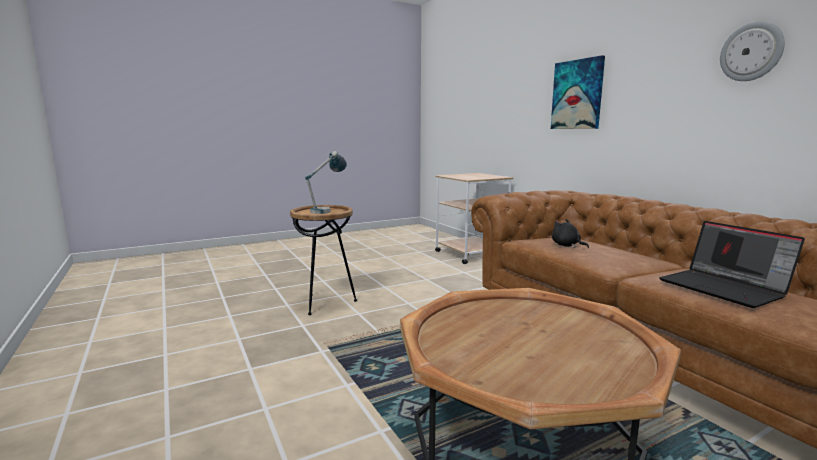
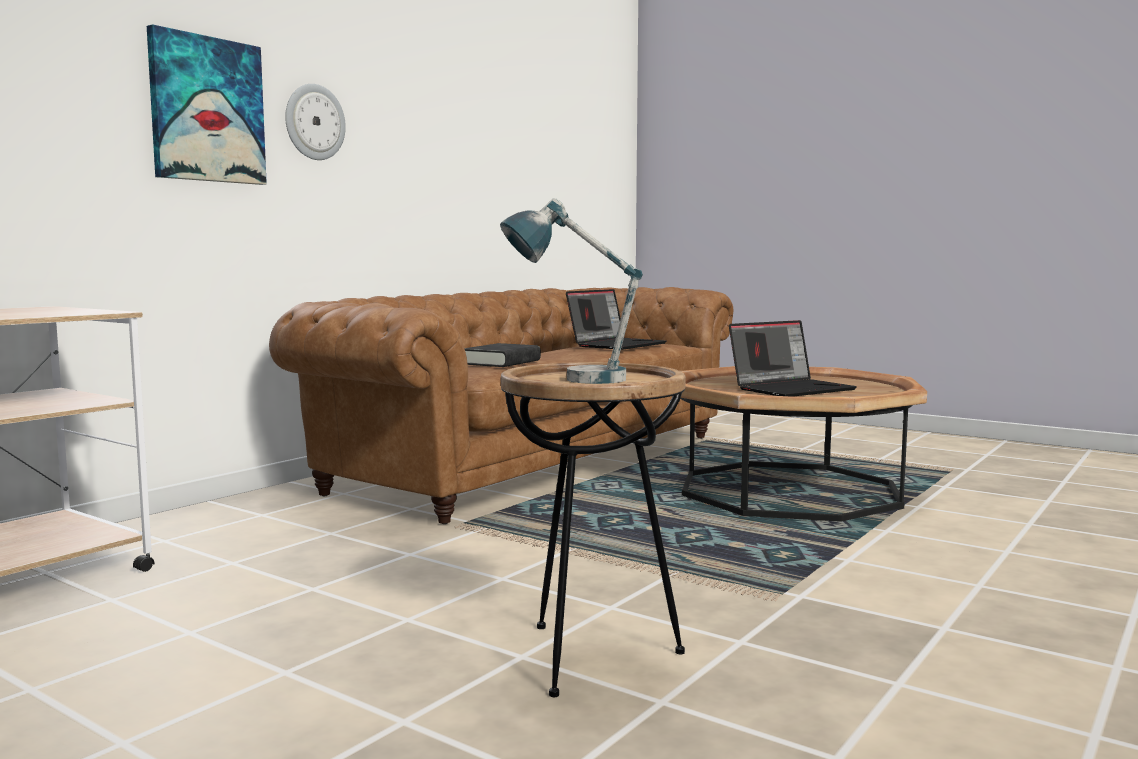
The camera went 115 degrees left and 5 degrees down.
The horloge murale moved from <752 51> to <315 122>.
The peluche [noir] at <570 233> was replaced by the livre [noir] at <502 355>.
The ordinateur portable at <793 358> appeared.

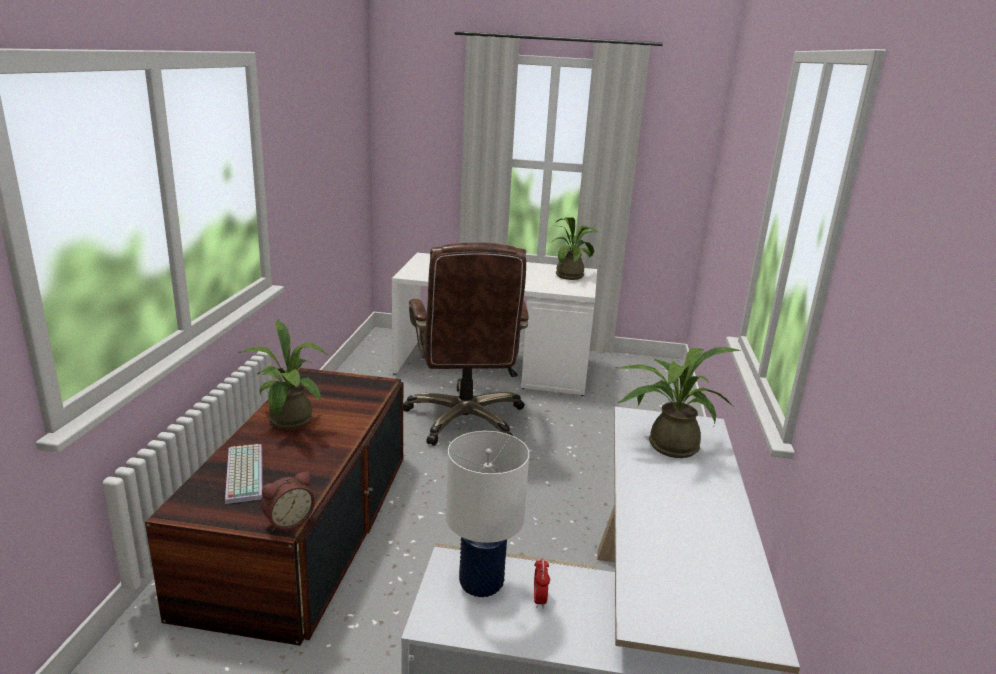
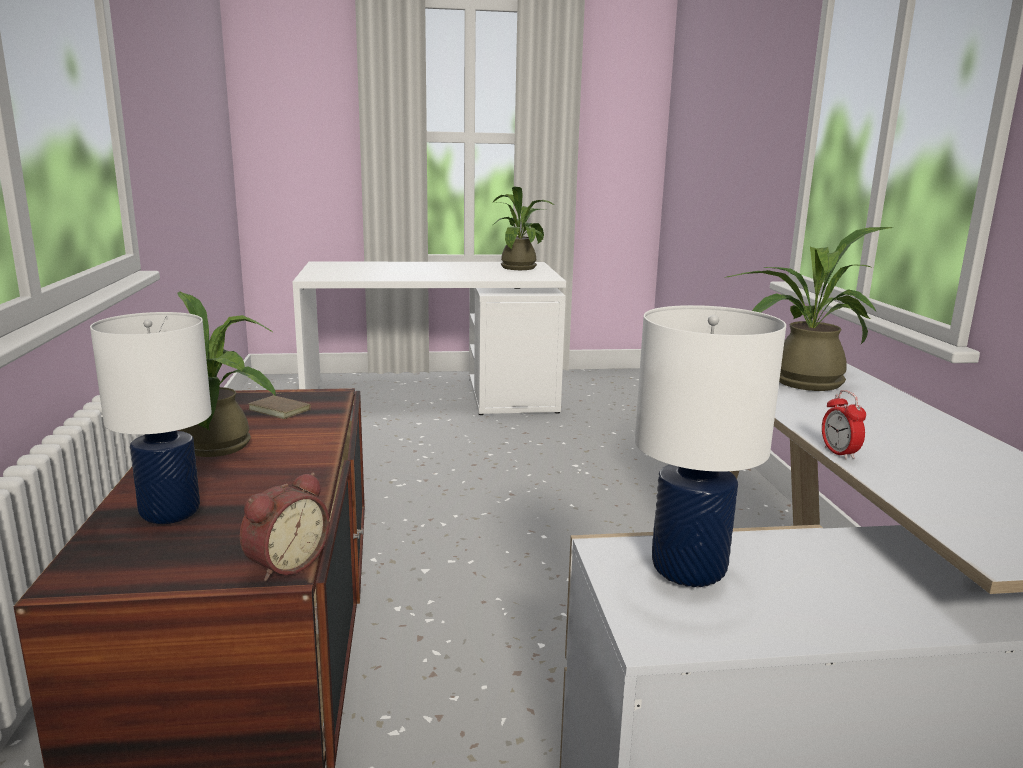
The camera went 15 degrees left and 5 degrees down.
The clavier at <244 474> was replaced by the lampe de table [blanc] at <151 418>.
The livre [marron] at <280 406> appeared.
The réveil moved from <542 582> to <844 425>.
The chaise de bureau [marron] at <466 344> disappeared.

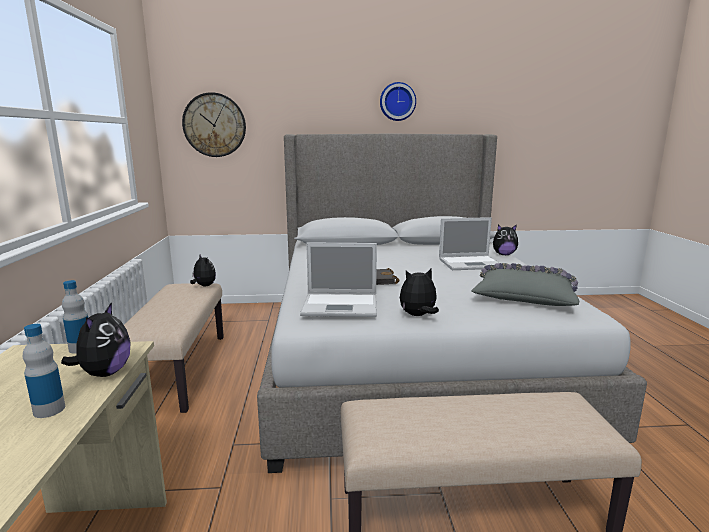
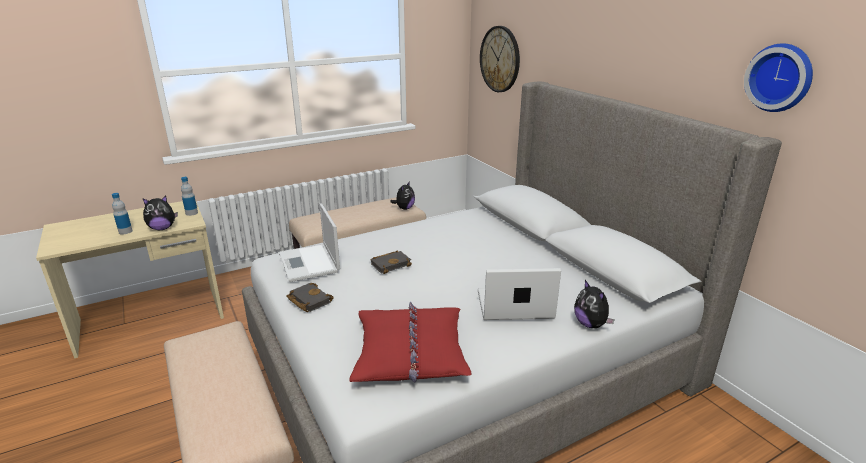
The camera went 65 degrees right and 10 degrees up.
The peluche at <419 292> was replaced by the livre [noir] at <310 297>.
The coussin [gris] at <526 284> became the coussin [rouge] at <410 342>.
The ordinateur portable at <469 243> turned 120 degrees clockwise.
The horloge murale moved from <398 101> to <778 77>.

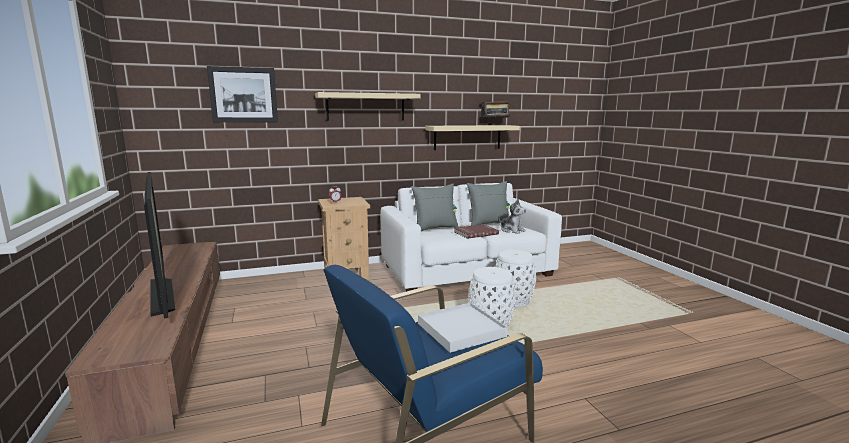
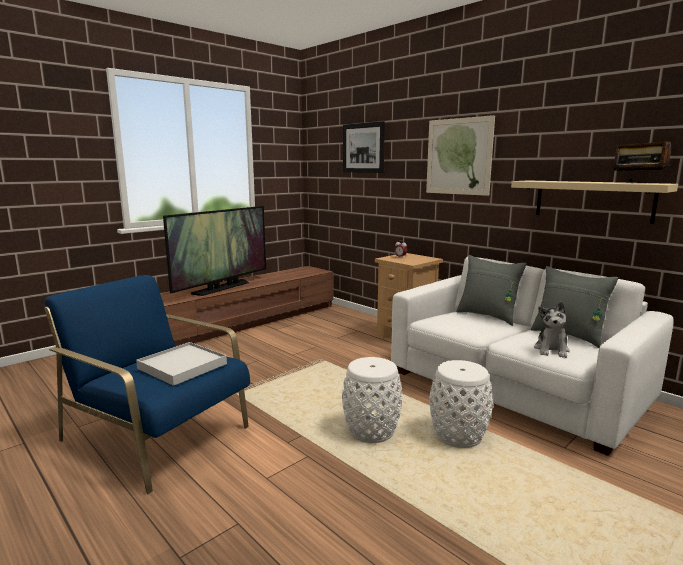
The camera went 65 degrees right and 0 degrees up.
The étagère [beige] at <368 106> was replaced by the tableau at <460 155>.
The livre [rouge] at <476 231> disappeared.

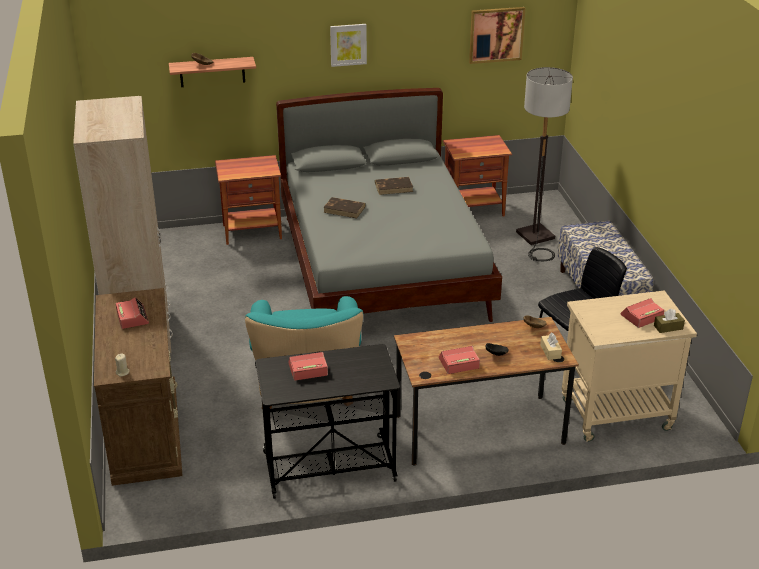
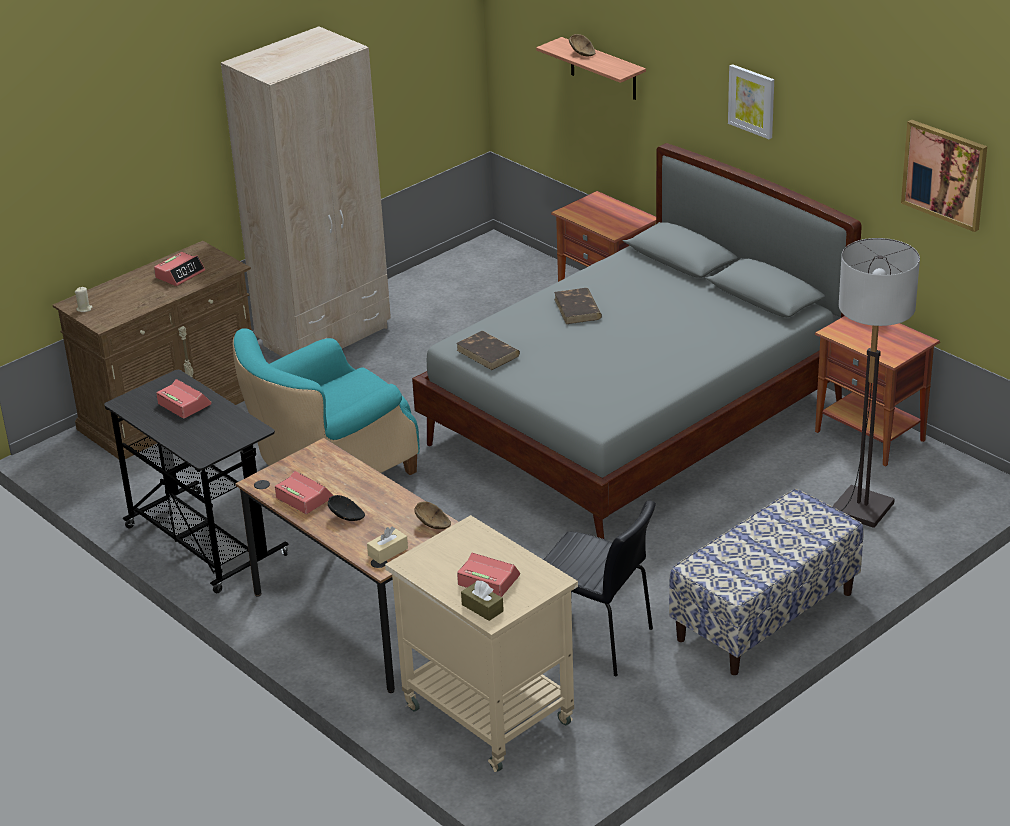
The camera went 60 degrees right and 0 degrees up.
The livre [marron] moved from <394 186> to <488 350>.

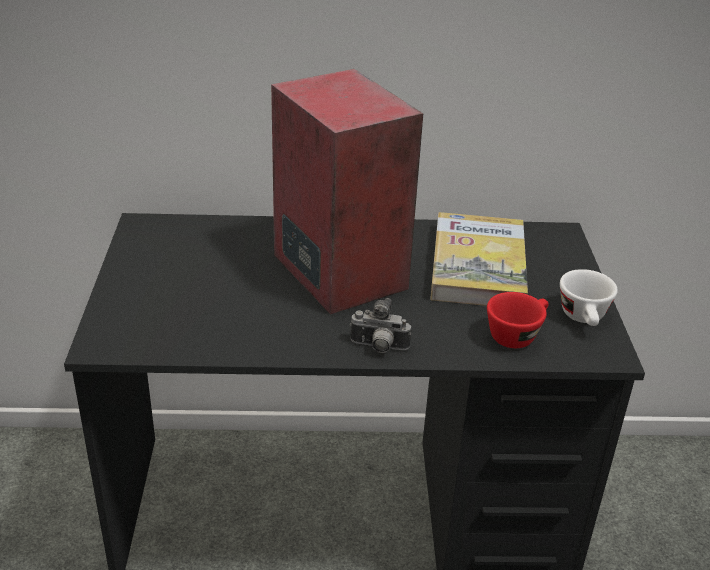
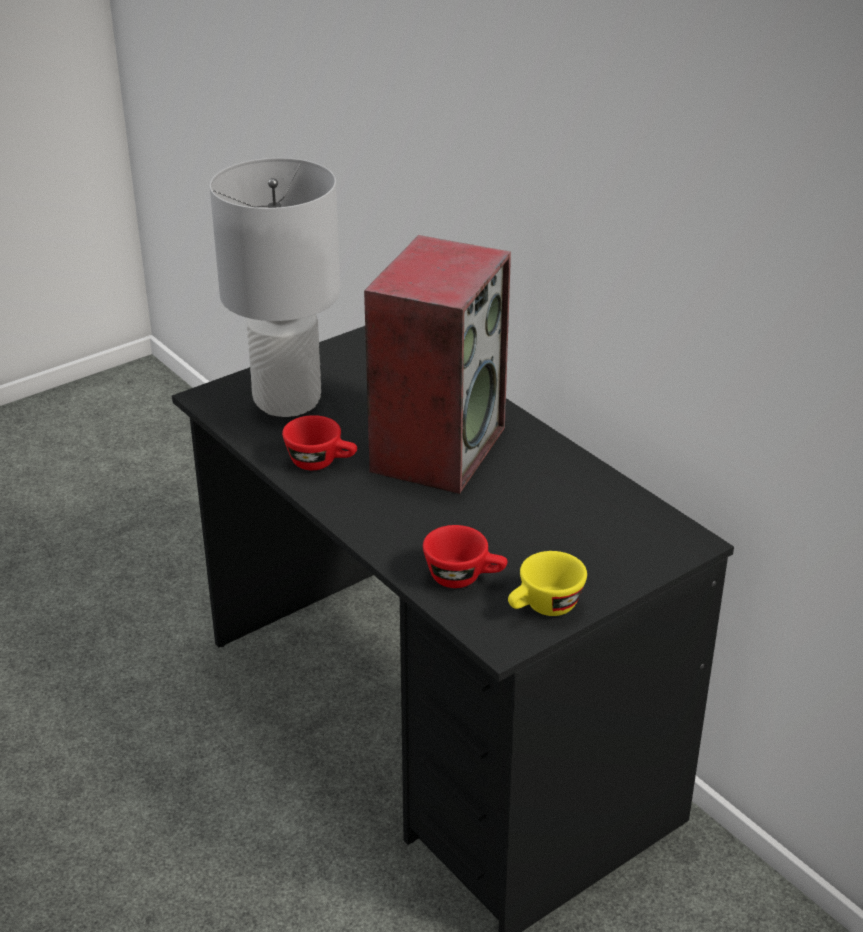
The camera went 55 degrees right and 0 degrees up.
The lampe de table [gris] at <275 287> appeared.
The tasse [rouge] at <319 442> appeared.
The tasse [blanc] at <589 297> became the tasse [jaune] at <547 583>.
The appareil photo at <380 325> disappeared.
The livre at <479 259> disappeared.

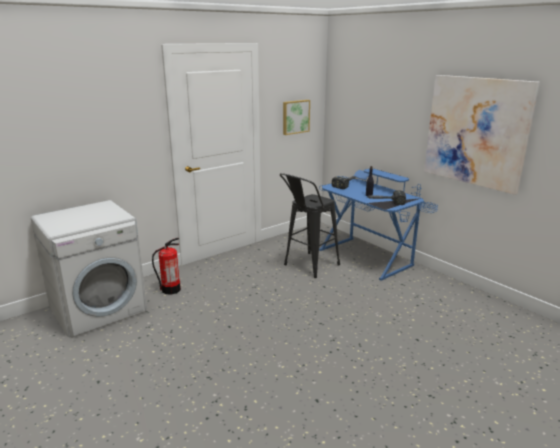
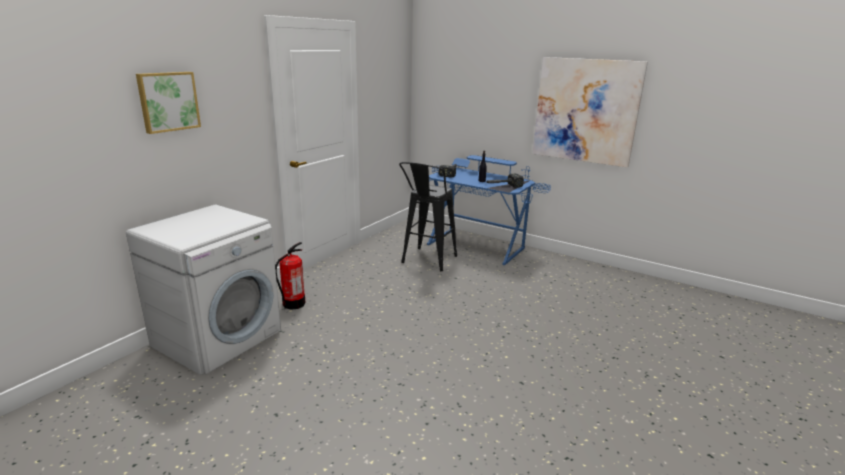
The camera went 20 degrees left and 0 degrees up.
The tableau moved from <296 117> to <168 103>.

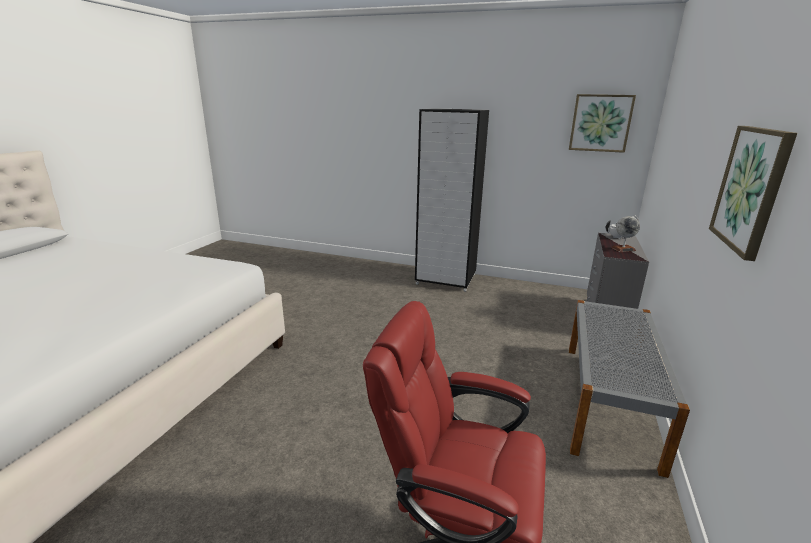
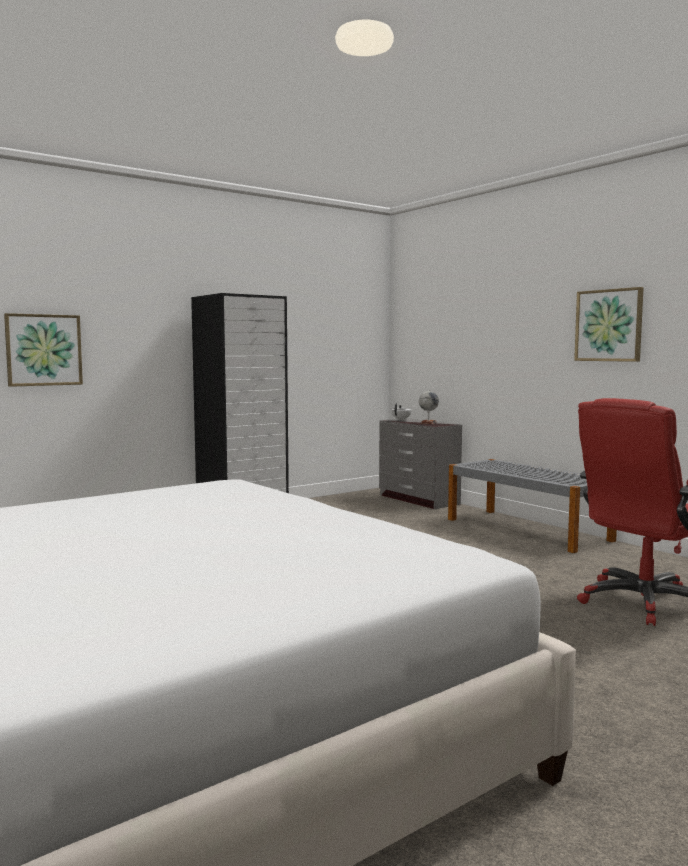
The camera went 55 degrees left and 15 degrees down.
The tableau moved from <602 123> to <43 350>.

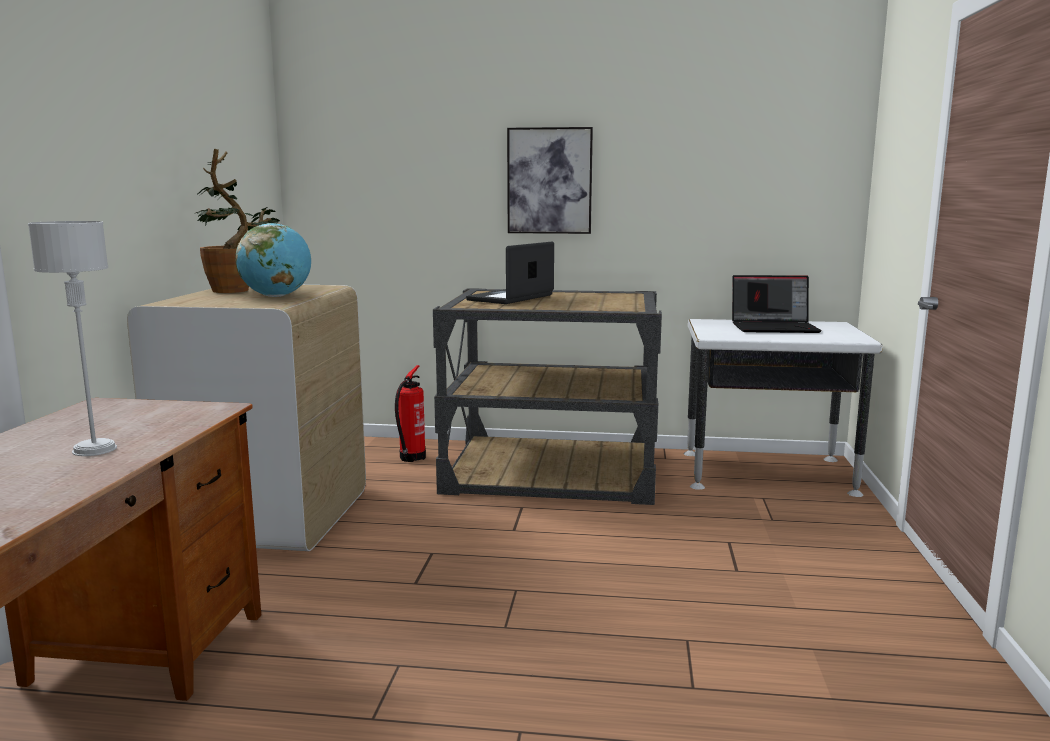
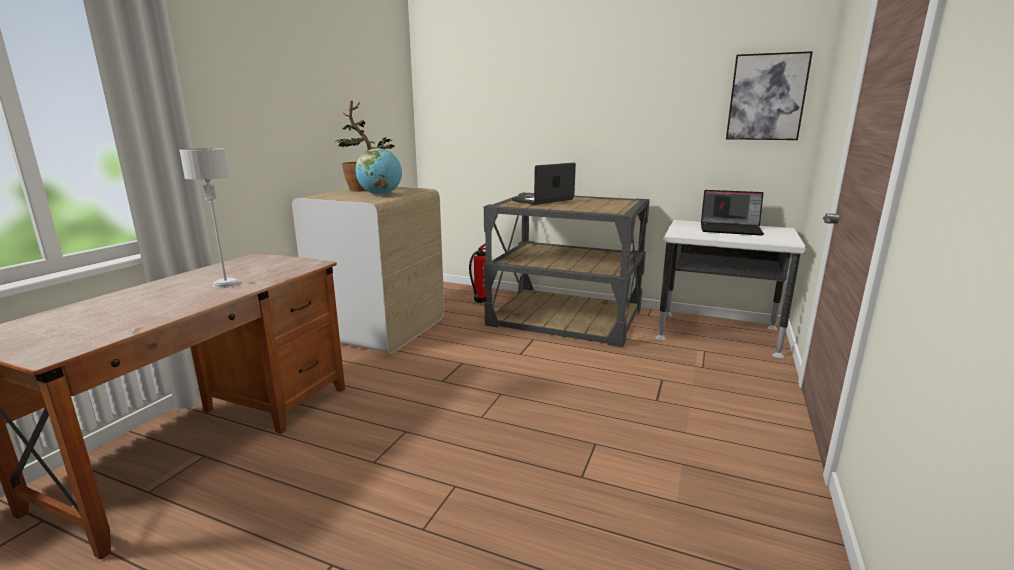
The camera went 15 degrees right and 5 degrees up.
The tableau moved from <550 180> to <769 95>.

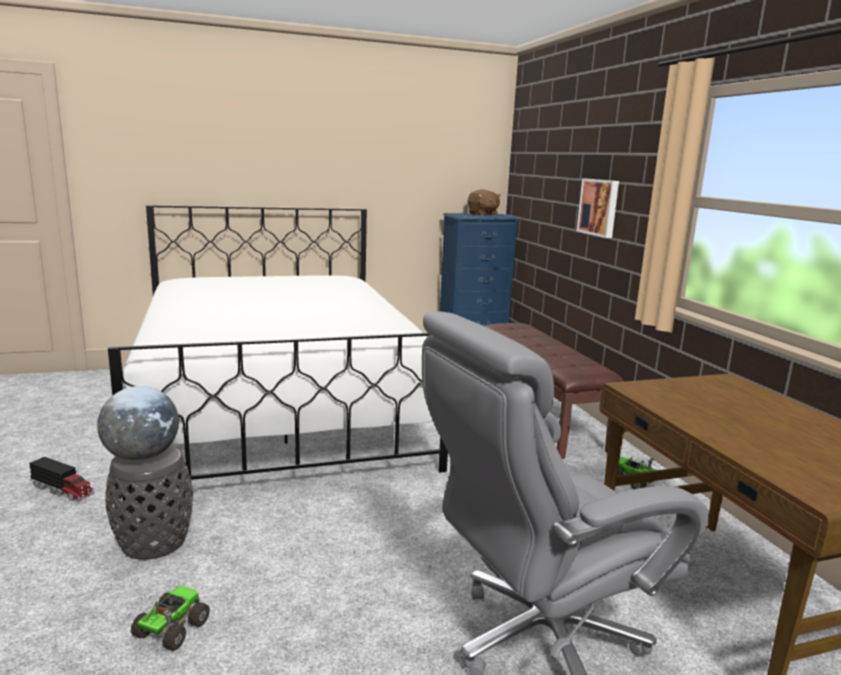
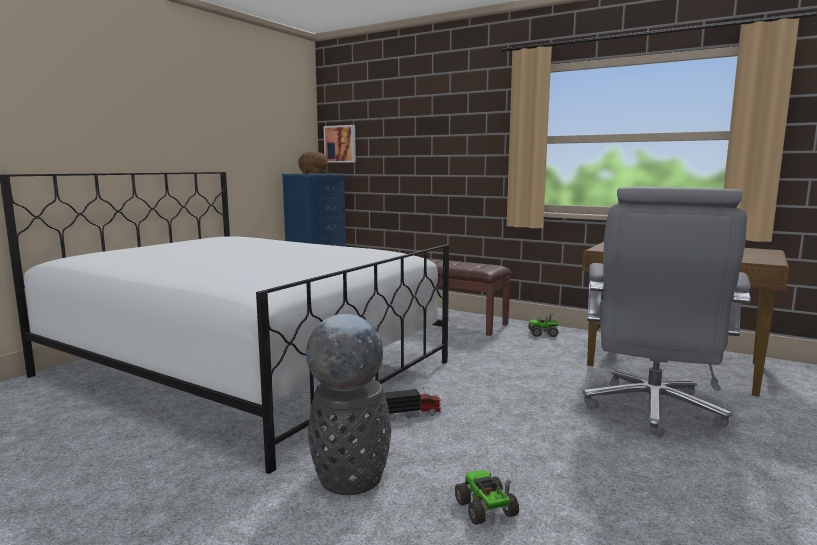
The camera went 40 degrees left and 5 degrees down.
The tableau moved from <598 208> to <339 144>.
The camion jouet moved from <62 479> to <413 404>.

